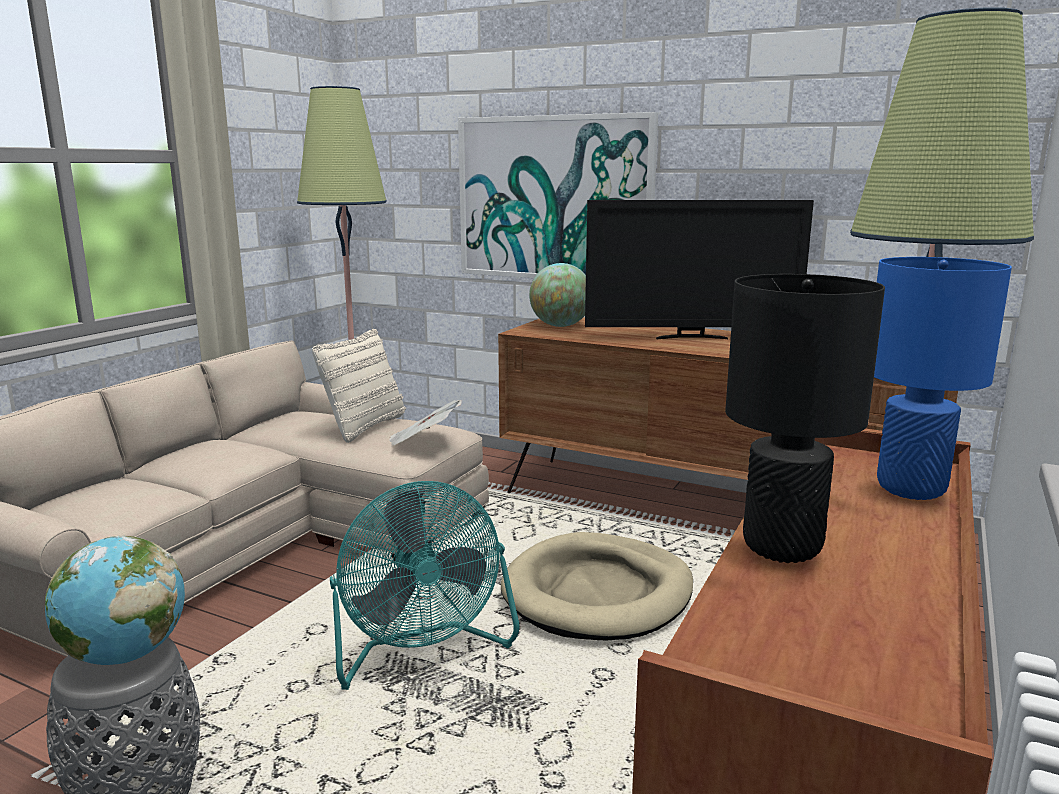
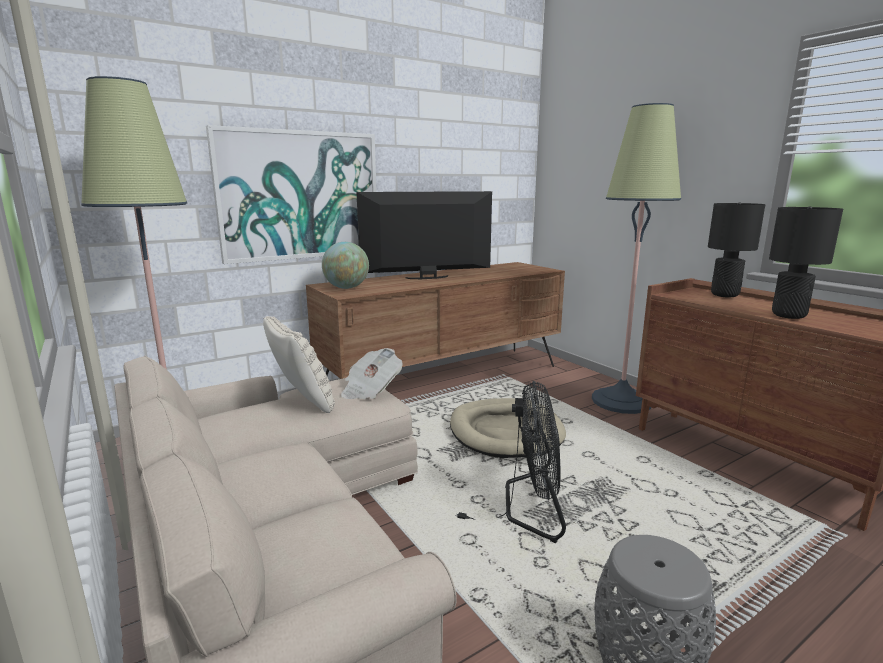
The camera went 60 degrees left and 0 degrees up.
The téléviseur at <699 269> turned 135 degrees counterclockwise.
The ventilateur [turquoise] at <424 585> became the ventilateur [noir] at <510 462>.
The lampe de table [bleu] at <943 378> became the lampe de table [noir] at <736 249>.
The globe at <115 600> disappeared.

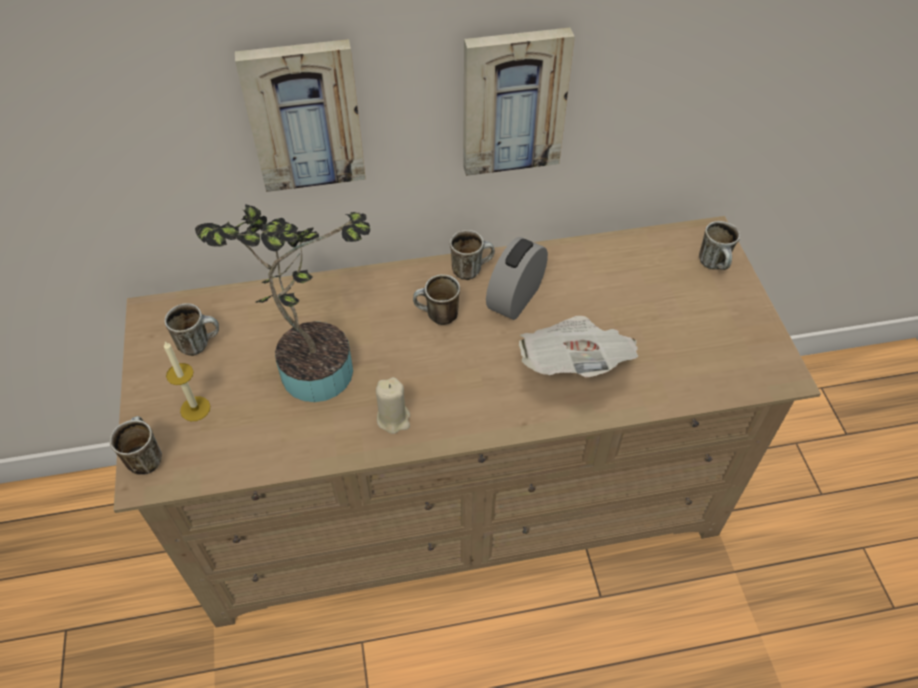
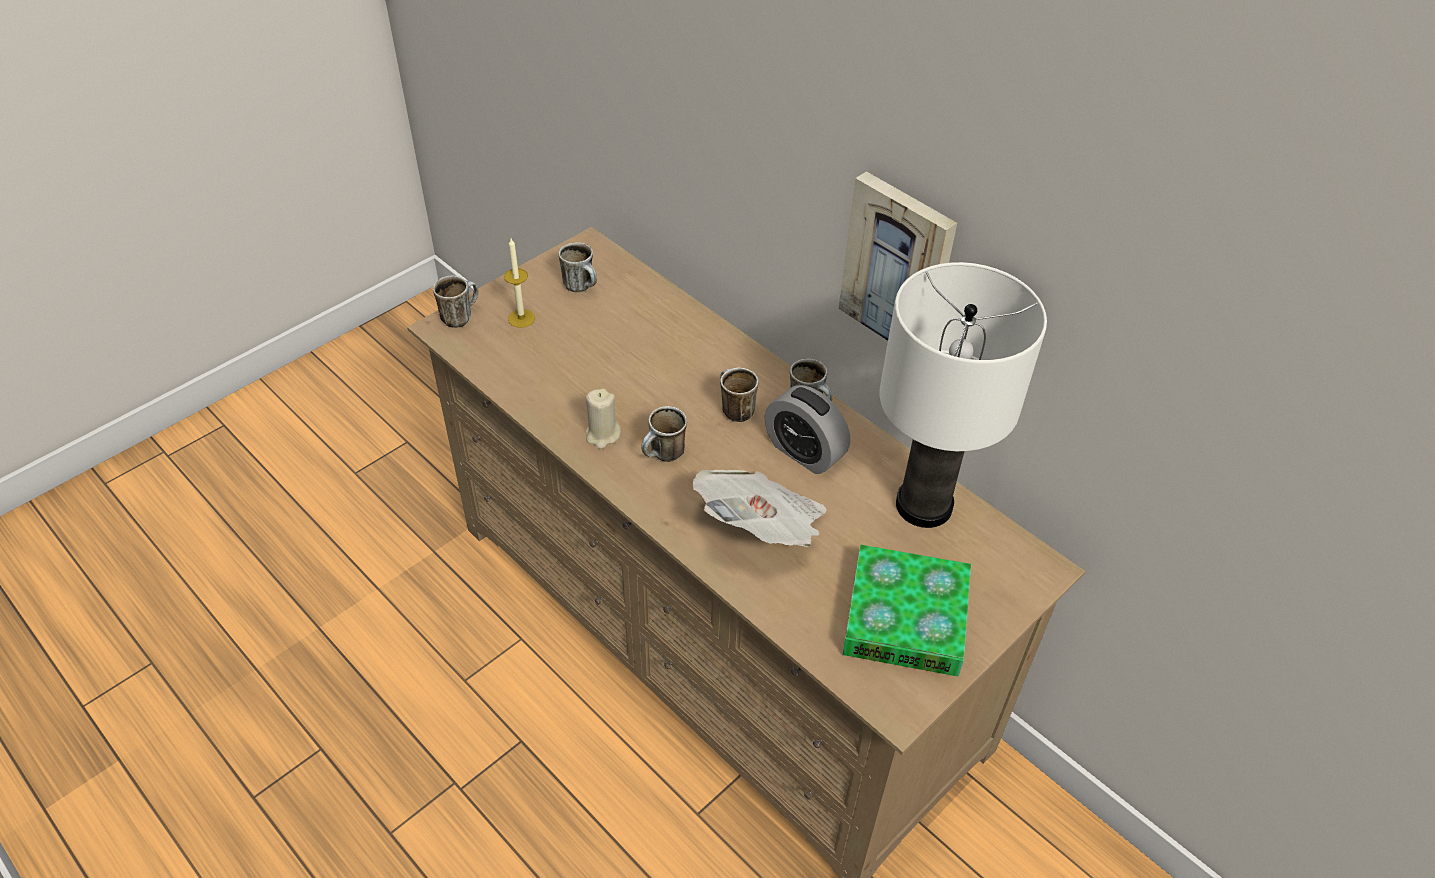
The camera went 55 degrees right and 5 degrees down.
The mug moved from <719 245> to <664 434>.
The réveil at <517 278> turned 135 degrees counterclockwise.
The livre at <907 610> appeared.
The lampe de table [blanc] at <963 395> appeared.
The plante en pot at <282 303> disappeared.
The tableau at <300 115> disappeared.

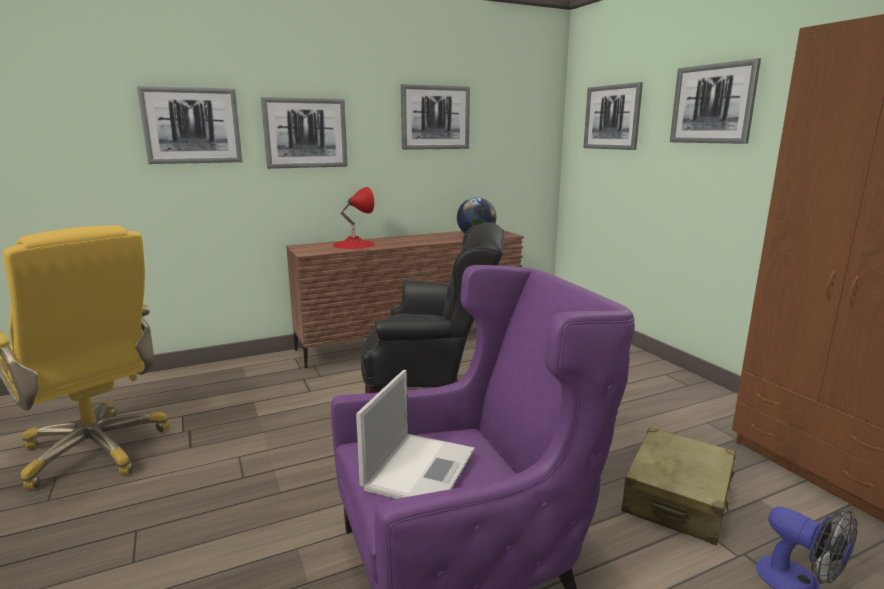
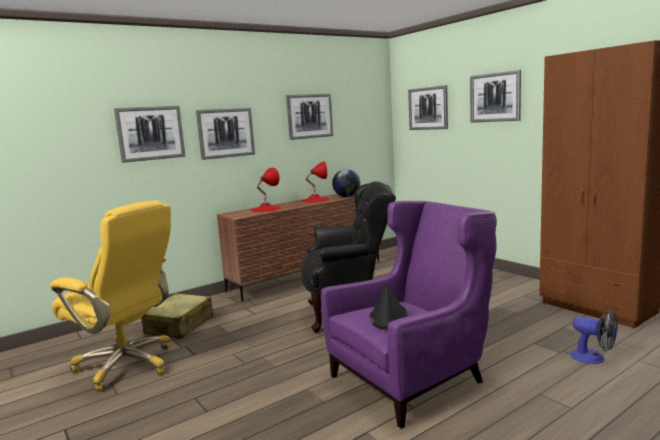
The camera went 10 degrees left and 5 degrees down.
The valise [beige] moved from <678 486> to <177 316>.
The lampe de table [rouge] at <315 182> appeared.
The ordinateur portable at <415 434> was replaced by the chapeau [noir] at <388 305>.

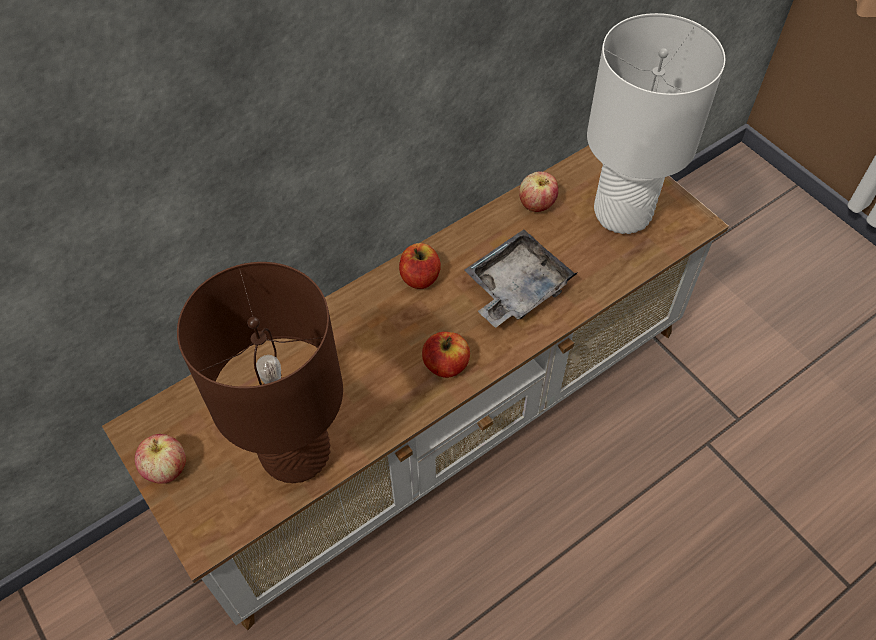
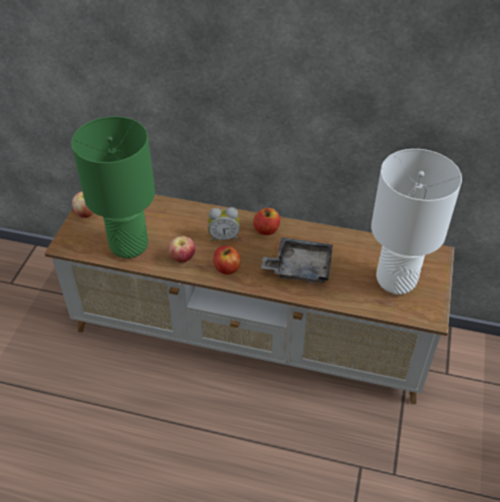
The camera went 50 degrees right and 10 degrees down.
The lampe de table [marron] at <260 372> became the lampe de table [vert] at <113 187>.
The pomme moved from <538 191> to <181 249>.
The réveil at <224 224> appeared.

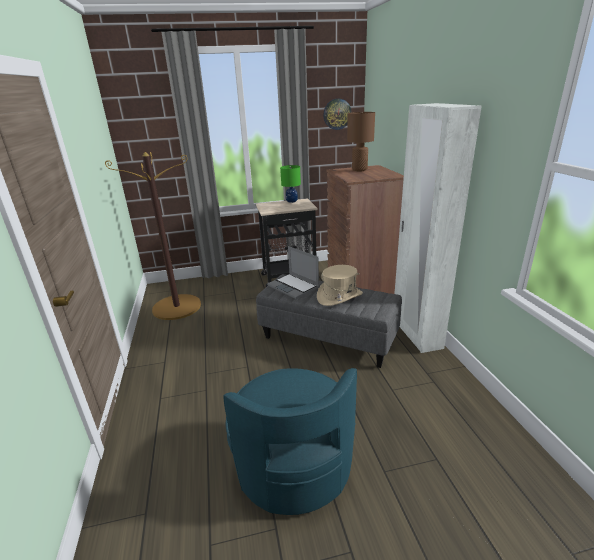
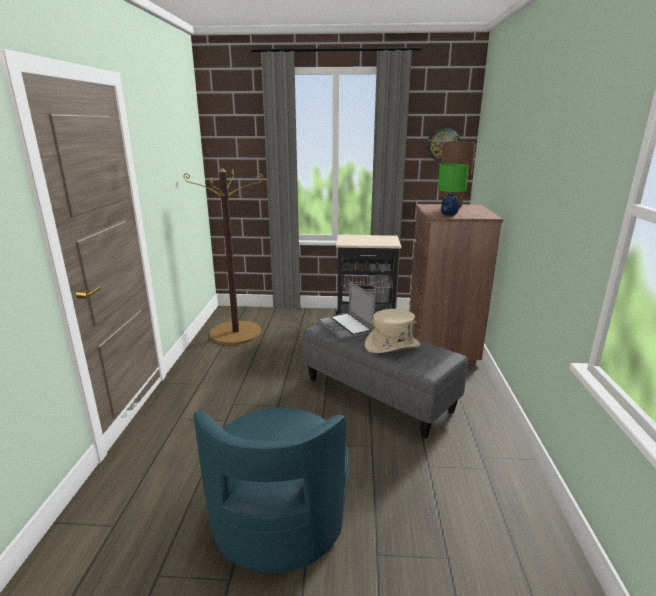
The camera went 15 degrees right and 5 degrees down.
The lampe de table [vert] moved from <290 184> to <453 190>.
The armoire [blanc] at <438 228> disappeared.

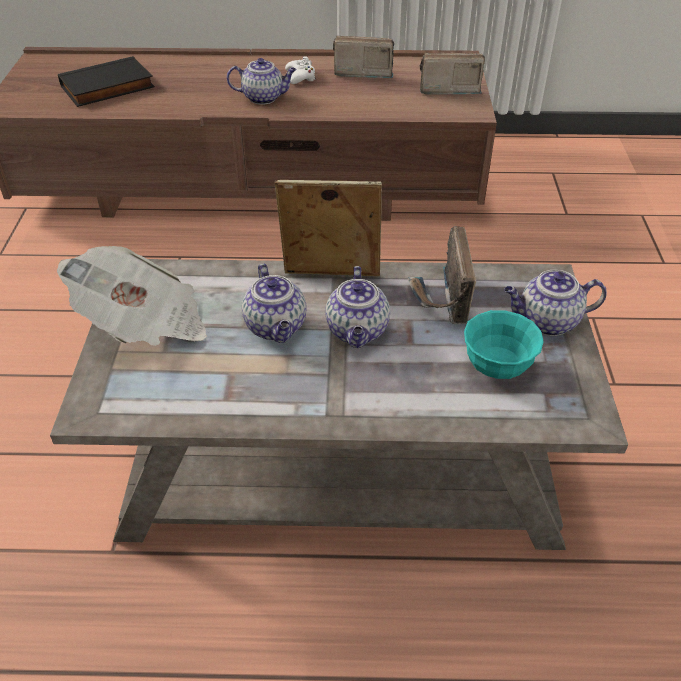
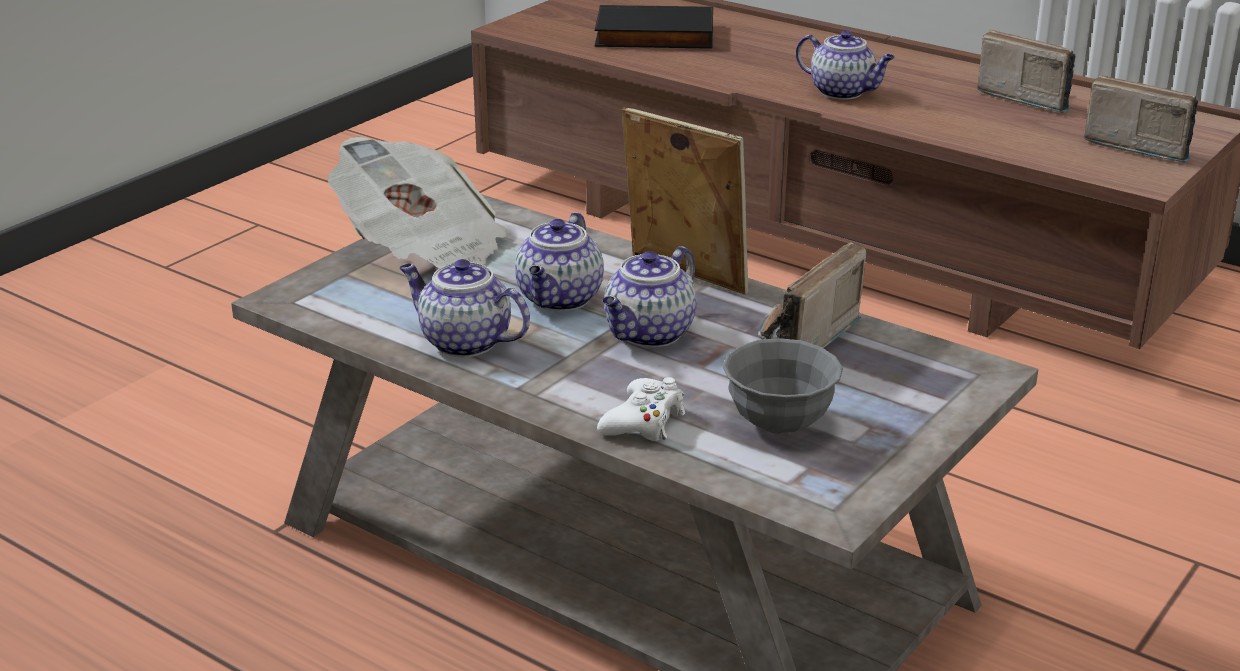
The camera went 35 degrees right and 15 degrees down.
The théière moved from <555 303> to <464 308>.
The manette [blanc] moved from <300 70> to <641 409>.
The bol [turquoise] at <504 344> became the bol [gris] at <783 386>.

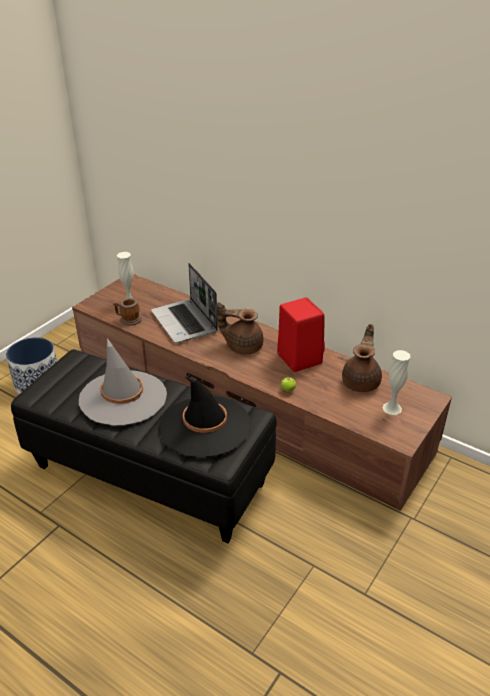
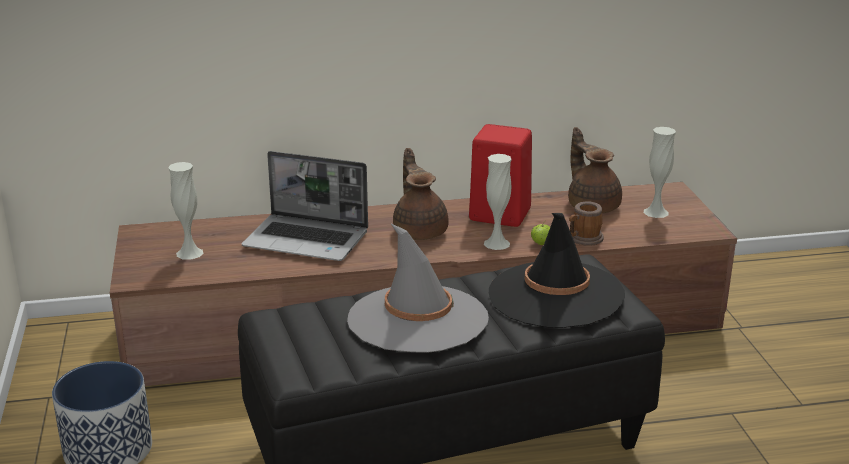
The camera went 45 degrees left and 10 degrees down.
The théière [marron] at <240 328> turned 105 degrees clockwise.
The vase [blanc] at <498 202> appeared.
The mug moved from <127 312> to <586 223>.

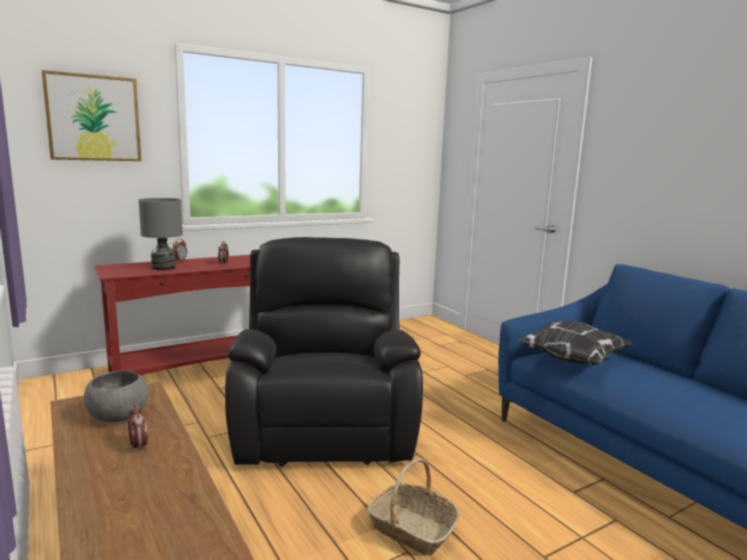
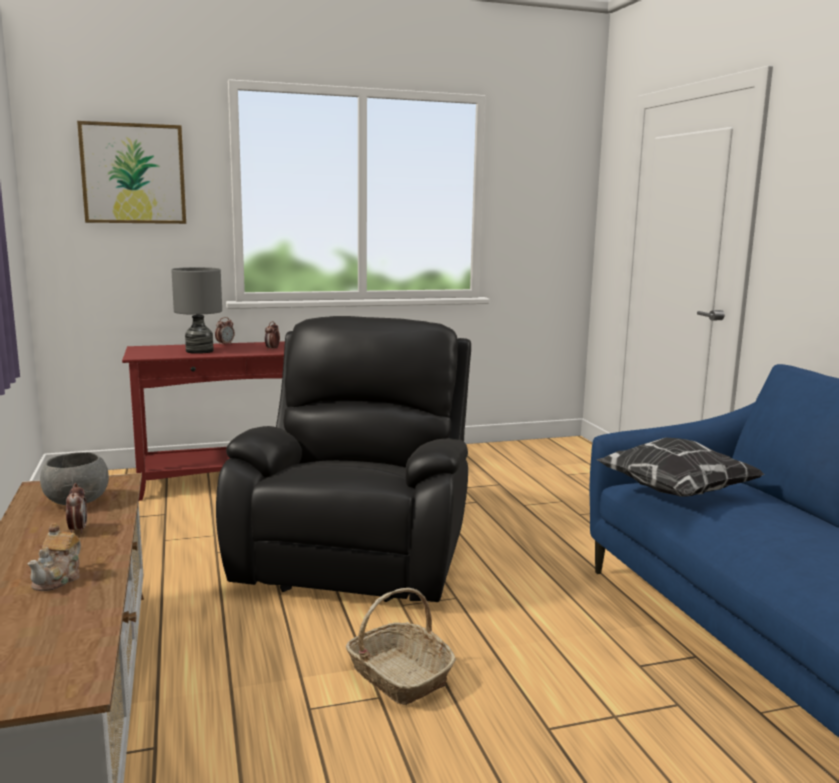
The camera went 15 degrees right and 0 degrees up.
The théière at <54 557> appeared.

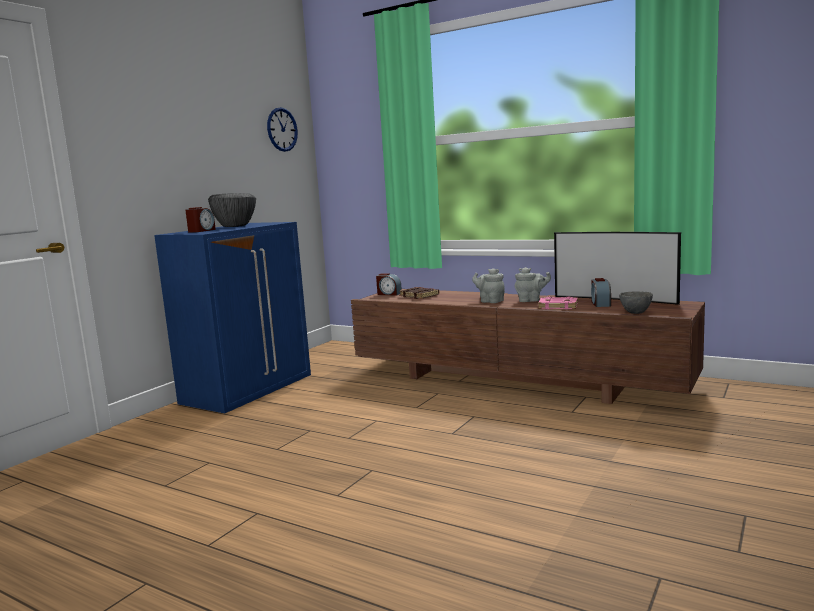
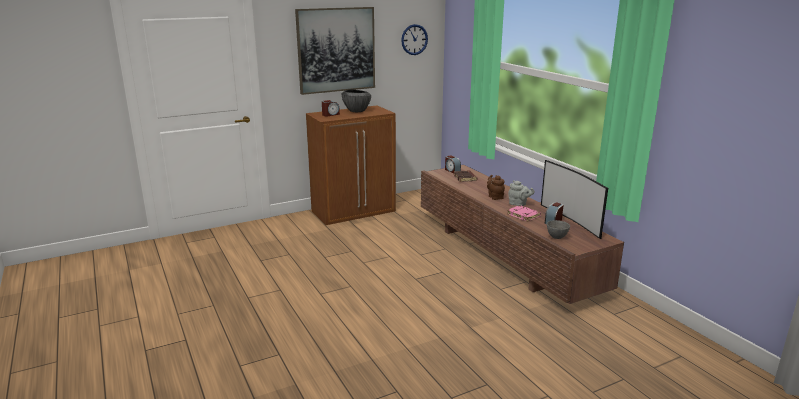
The camera went 30 degrees right and 10 degrees up.
The tableau at <335 51> appeared.
The meuble de rangement [bleu] at <232 317> became the meuble de rangement [marron] at <351 165>.
The théière [gris] at <488 285> became the théière [marron] at <496 187>.

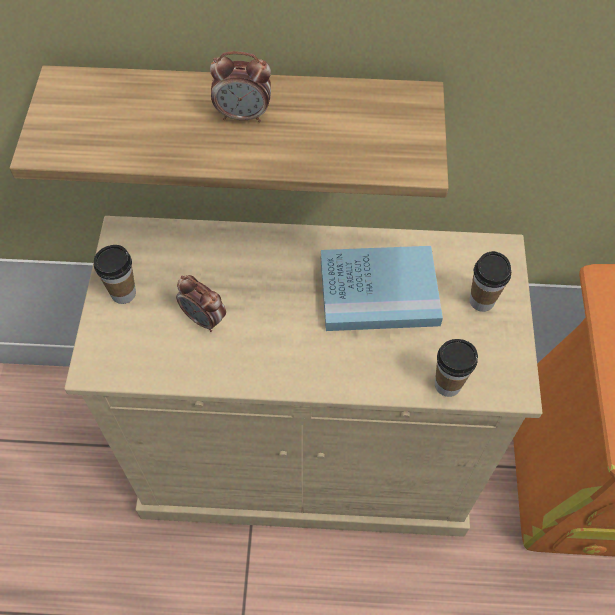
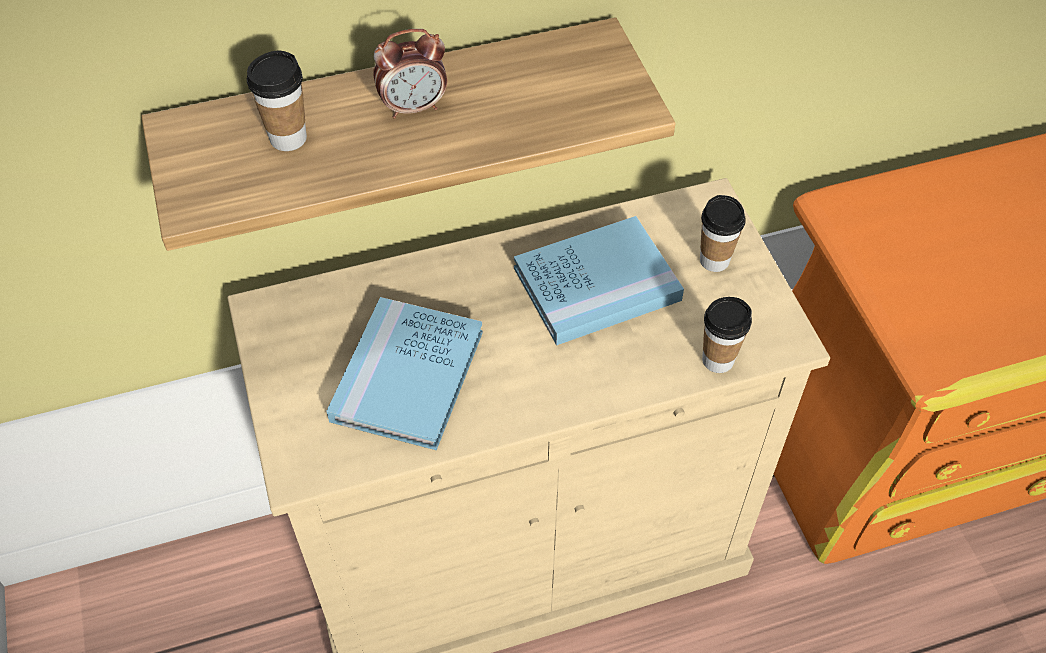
The camera went 20 degrees left and 5 degrees down.
The tasse moved from <115 274> to <277 100>.
The réveil at <201 303> was replaced by the livre [bleu] at <404 373>.

